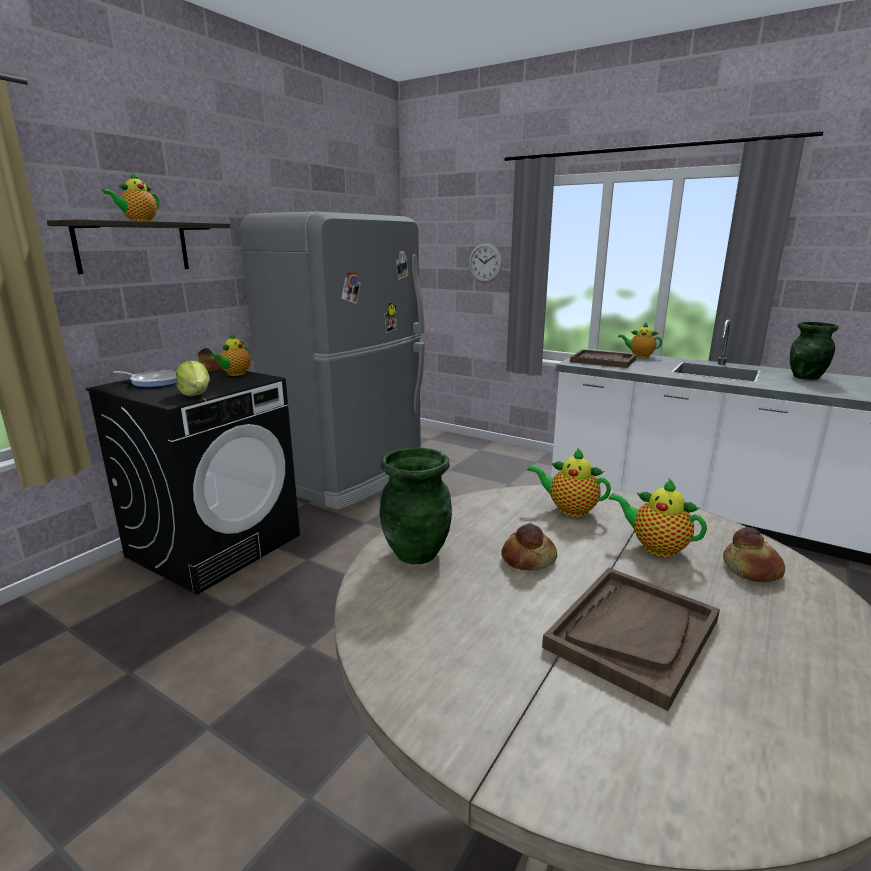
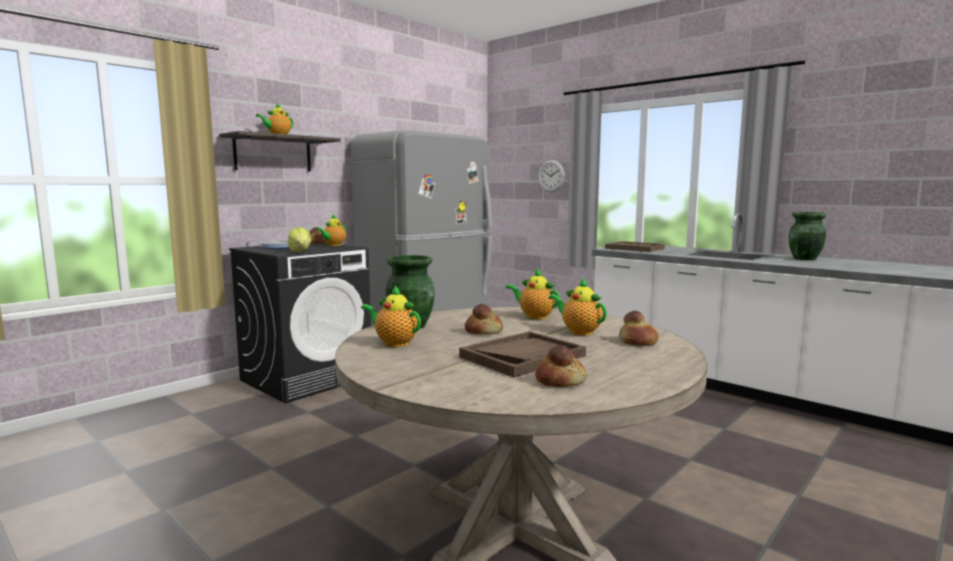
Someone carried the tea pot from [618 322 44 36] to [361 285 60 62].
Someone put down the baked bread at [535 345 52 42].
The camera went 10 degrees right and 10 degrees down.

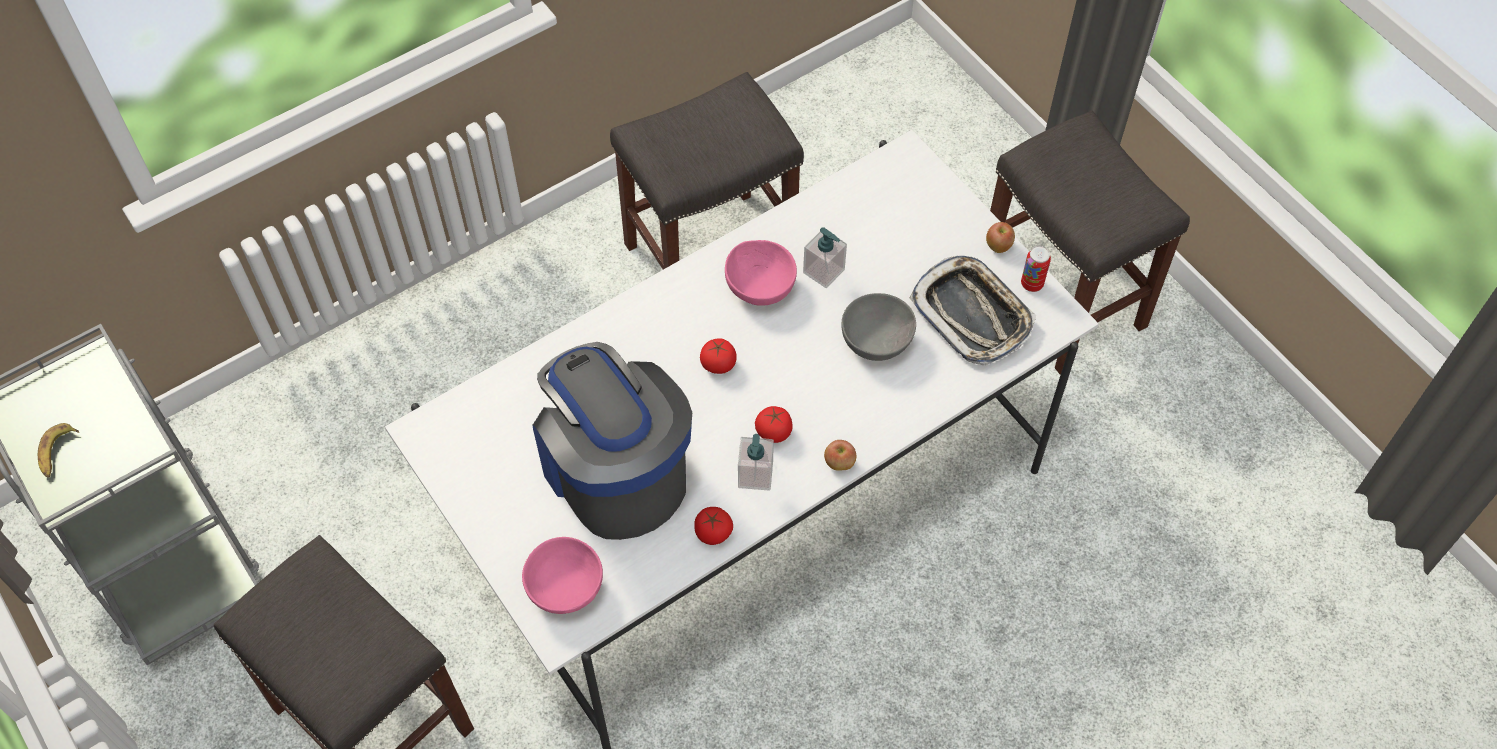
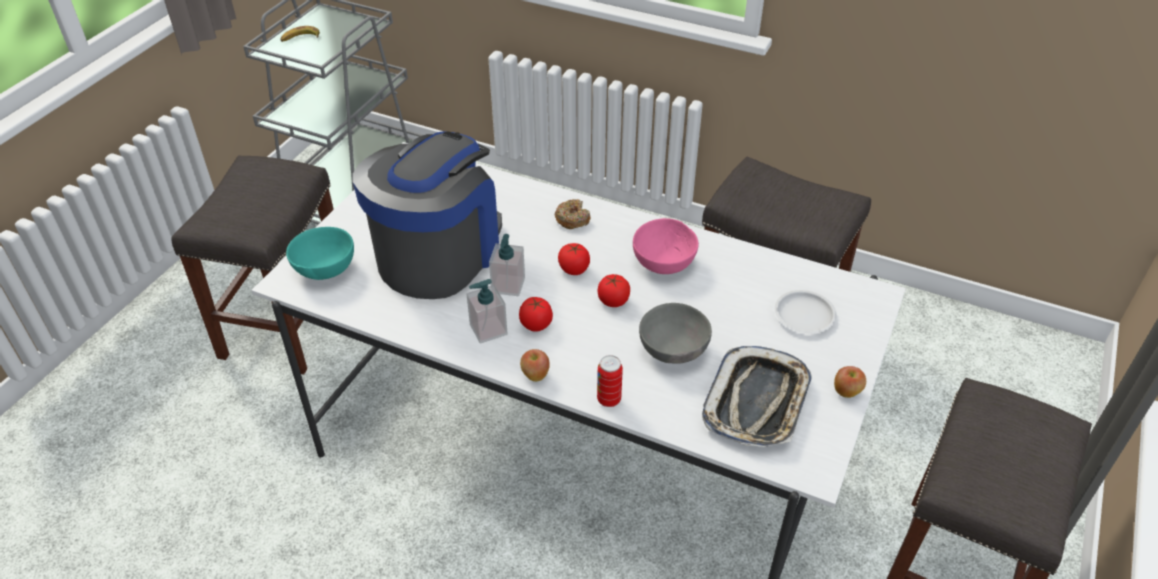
Someone repainted the pinkish serving bowl at [522 537 81 77], which became the blue-green serving bowl at [286 227 68 53].
Someone carried the soap bottle from [803 227 44 61] to [489 234 36 62].
Someone put down the ring doughnut at [555 199 35 30].
Someone carried the tomato from [694 507 39 38] to [597 274 33 33].
Someone carried the metal can from [1021 246 30 46] to [597 355 26 52].
Someone put down the whitish plate at [775 290 62 43].
The camera went 60 degrees right and 15 degrees down.

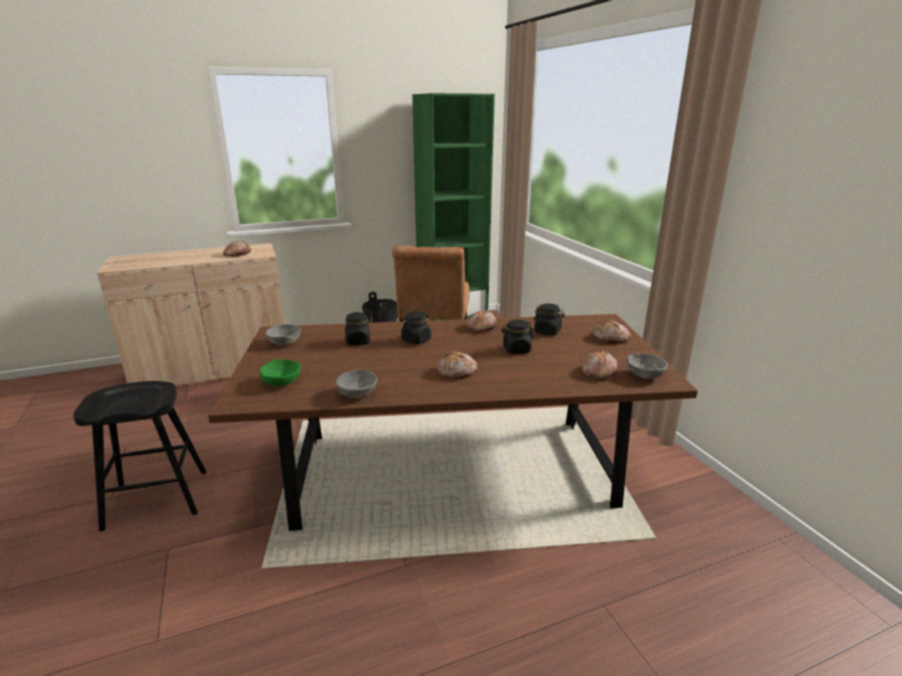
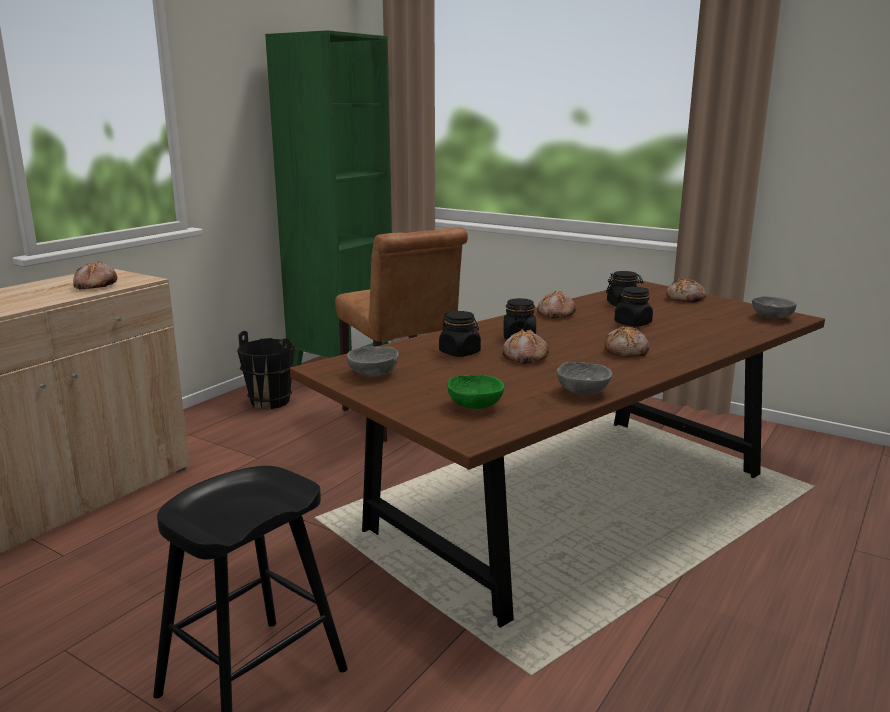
Someone carried the baked bread from [581 350 37 29] to [502 329 47 35].
The camera went 35 degrees left and 5 degrees down.

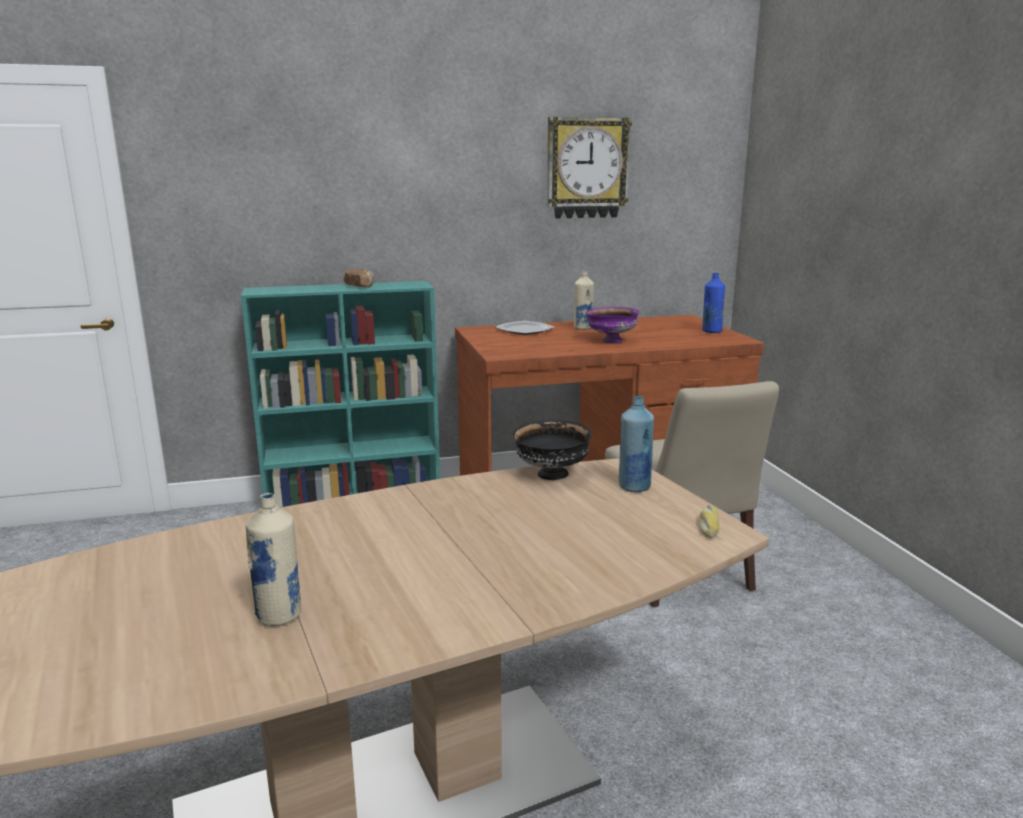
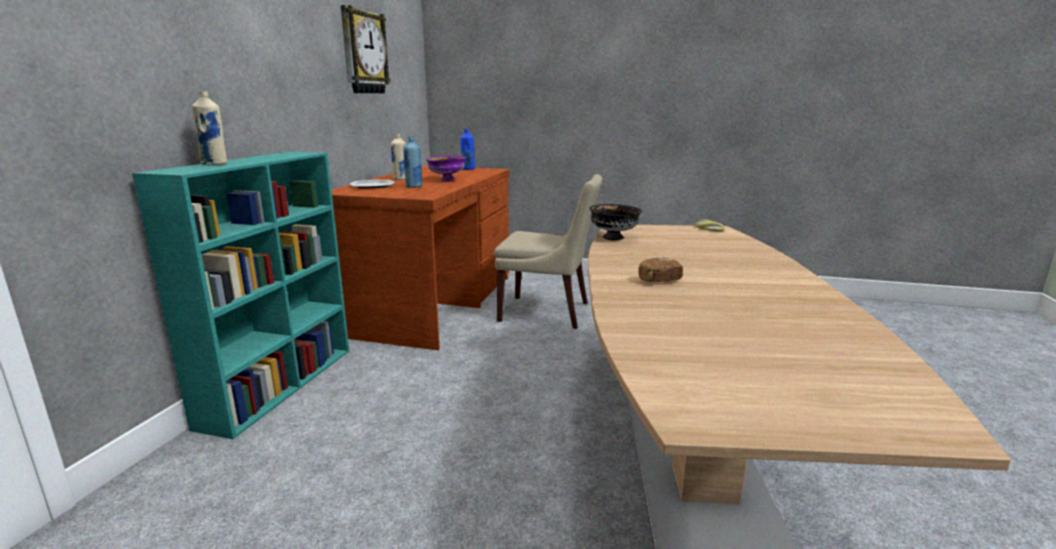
Someone carried the beige beverage bottle from [246 493 55 133] to [192 91 35 74].
Someone carried the blue-coloured beverage bottle from [619 396 35 96] to [403 136 19 52].
Someone carried the baked bread from [343 269 31 19] to [638 257 45 25].
The camera went 60 degrees left and 0 degrees up.

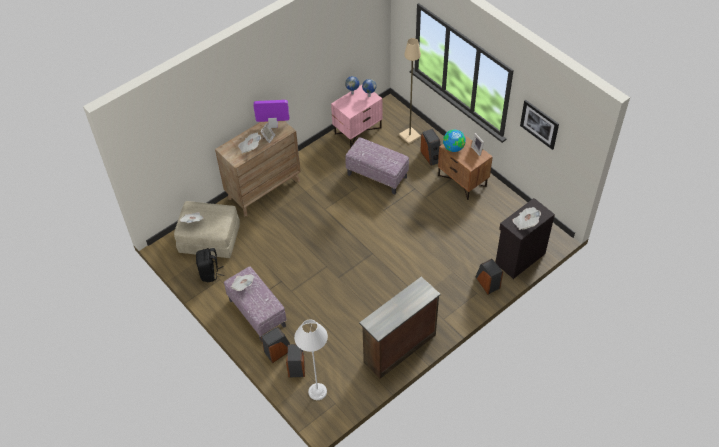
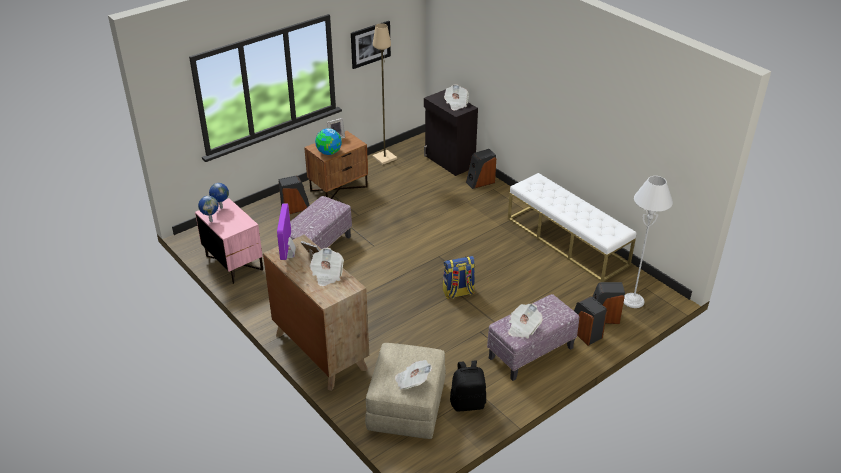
Someone carried the beige standing lamp from [399 38 22 106] to [372 23 25 142].
Someone put down the knapsack at [443 256 32 43].
Someone swapped the brownish drawer chest at [359 277 82 102] for the whitish indoor bench at [508 173 128 109].
The camera went 90 degrees left and 15 degrees down.

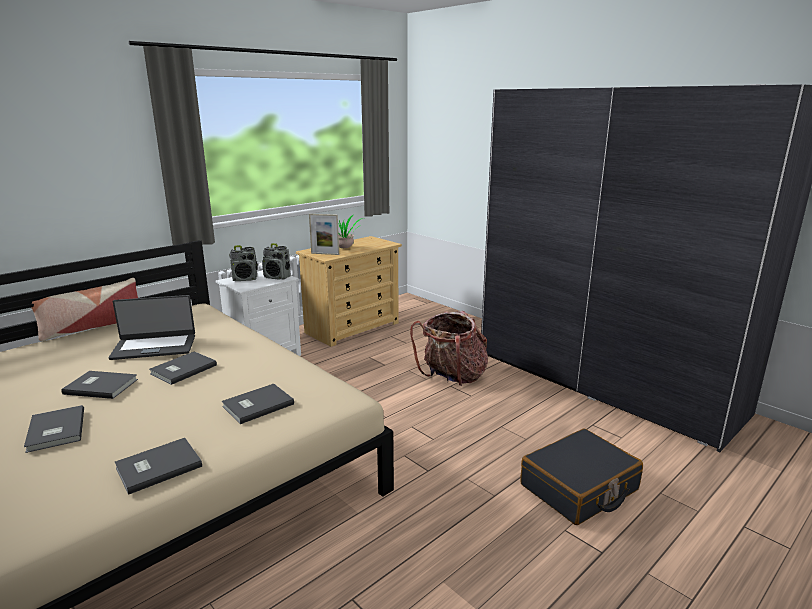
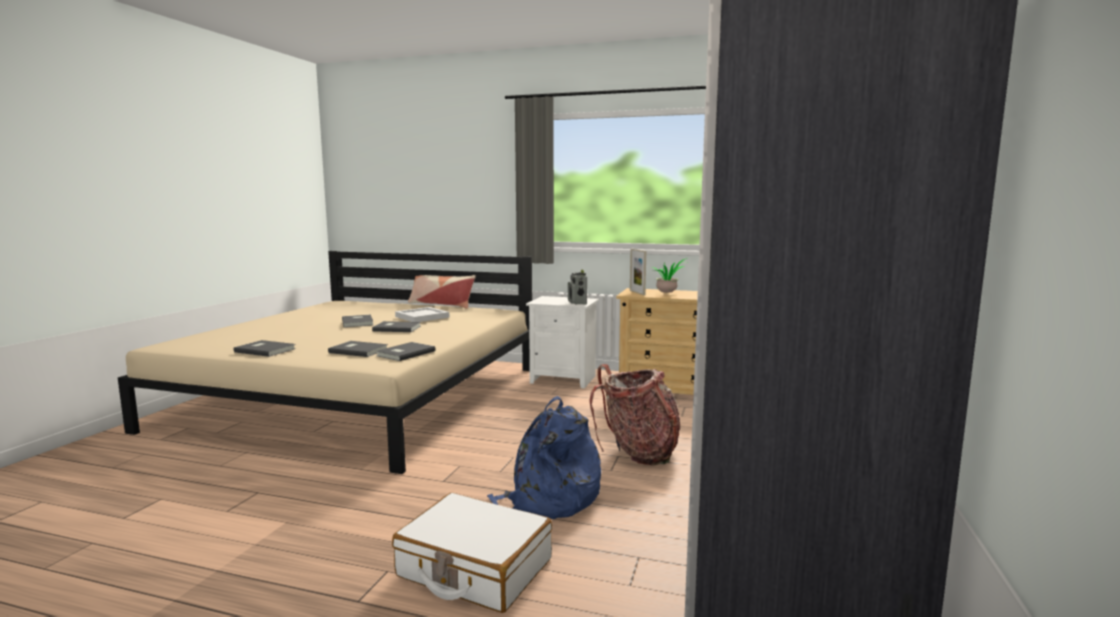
Someone carried the greyish book from [24 405 60 48] to [376 342 60 19].
Someone repainted the black piece of luggage at [520 428 123 97], which became the whitish piece of luggage at [392 493 160 120].
Someone swapped the portable computer at [108 295 87 65] for the whitish tray at [395 307 54 15].
Someone put down the blue-coloured knapsack at [487 396 114 123].
Someone took away the radio receiver at [229 245 29 36].
The camera went 60 degrees right and 10 degrees down.

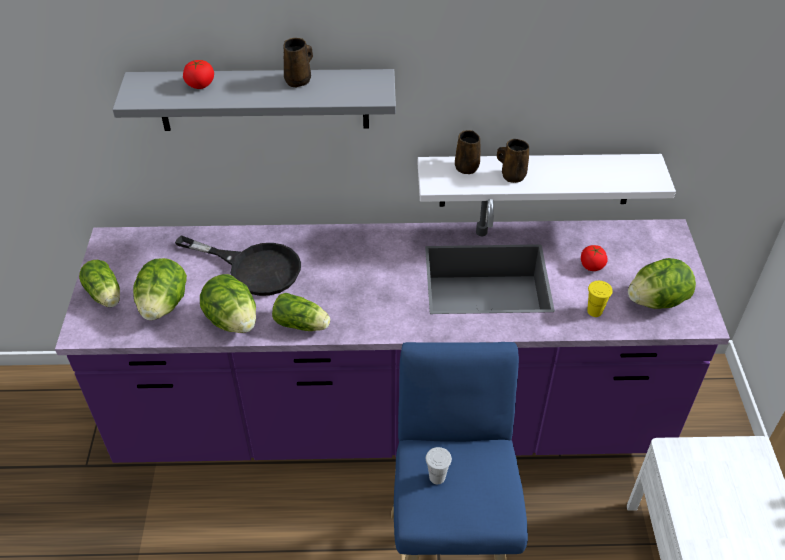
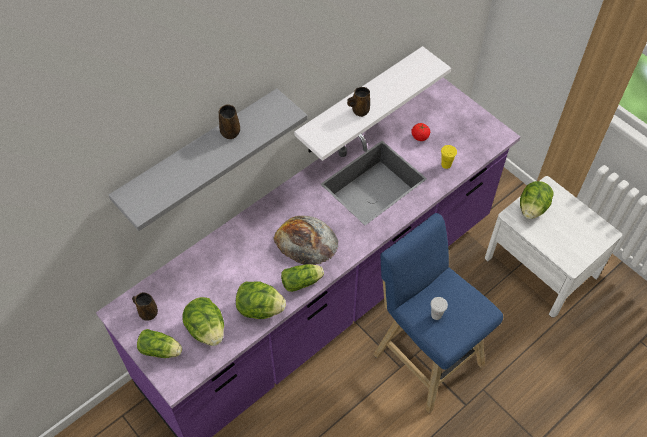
Someone carried the brownish tea mug from [455 130 26 44] to [132 292 26 29].
Someone put down the baked bread at [274 216 64 49].
Someone carried the lettuce from [628 258 68 51] to [520 181 34 38].
Someone took away the black pan at [175 235 126 61].
Someone took away the tomato at [183 60 31 29].
The camera went 40 degrees left and 10 degrees up.

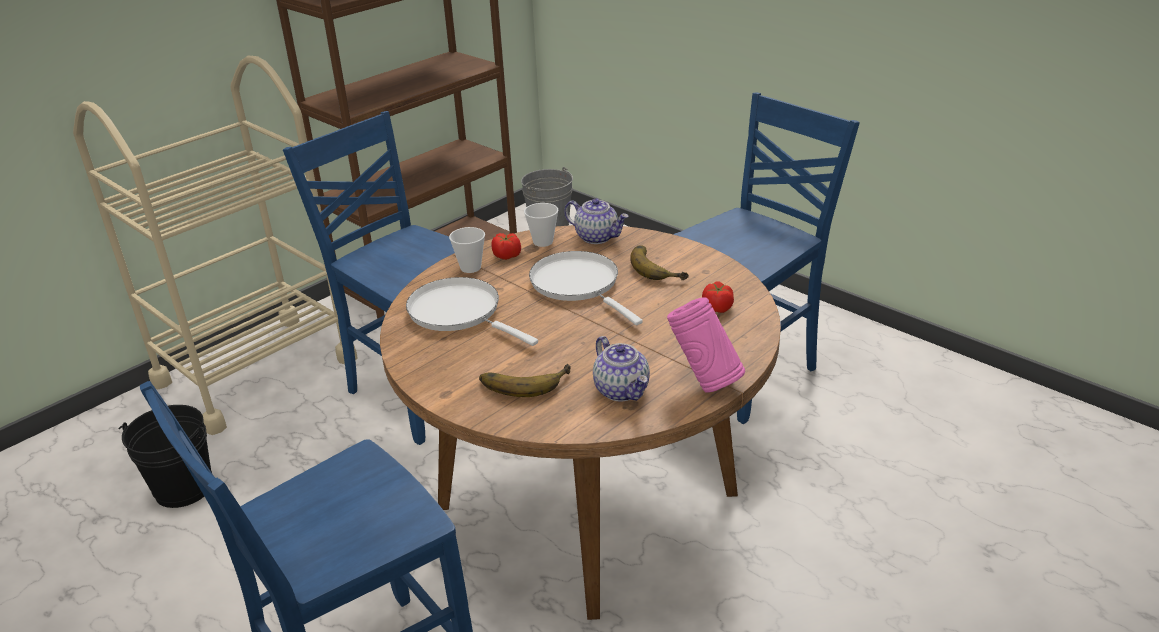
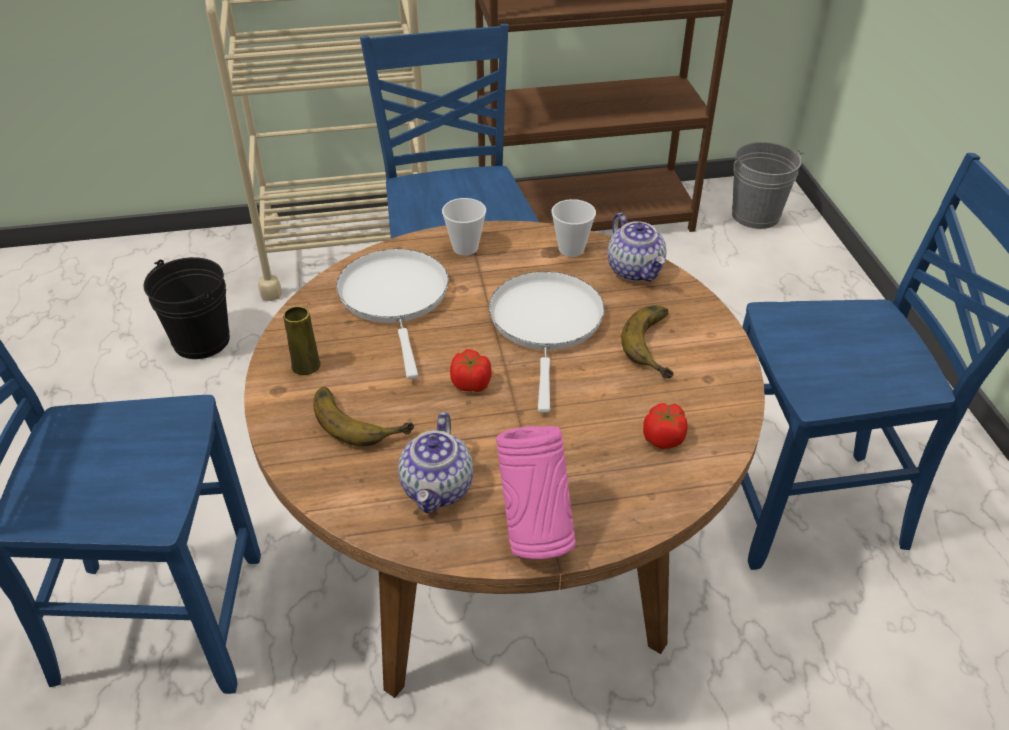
Someone put down the yellowish vase at [283 306 38 69].
Someone carried the tomato from [491 233 30 27] to [450 349 42 43].
The camera went 35 degrees right and 10 degrees up.

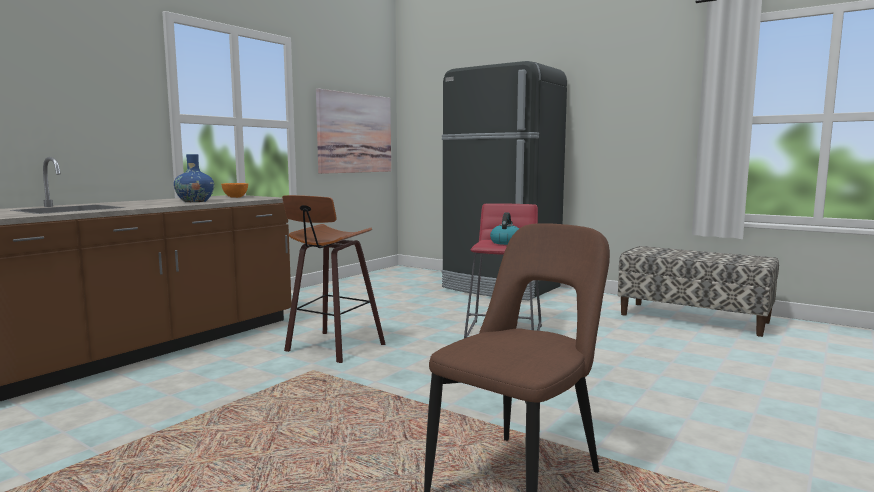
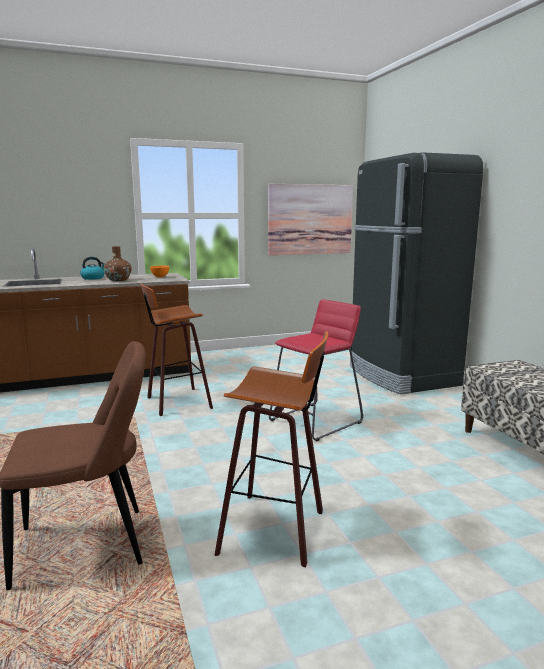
Someone carried the water kettle from [490 212 29 33] to [80 257 25 23].
Someone repainted the blue-coloured vase at [174 154 40 48], which became the brownish vase at [104 246 27 35].
Someone put down the stool at [214 331 114 236].
The camera went 35 degrees right and 5 degrees up.

